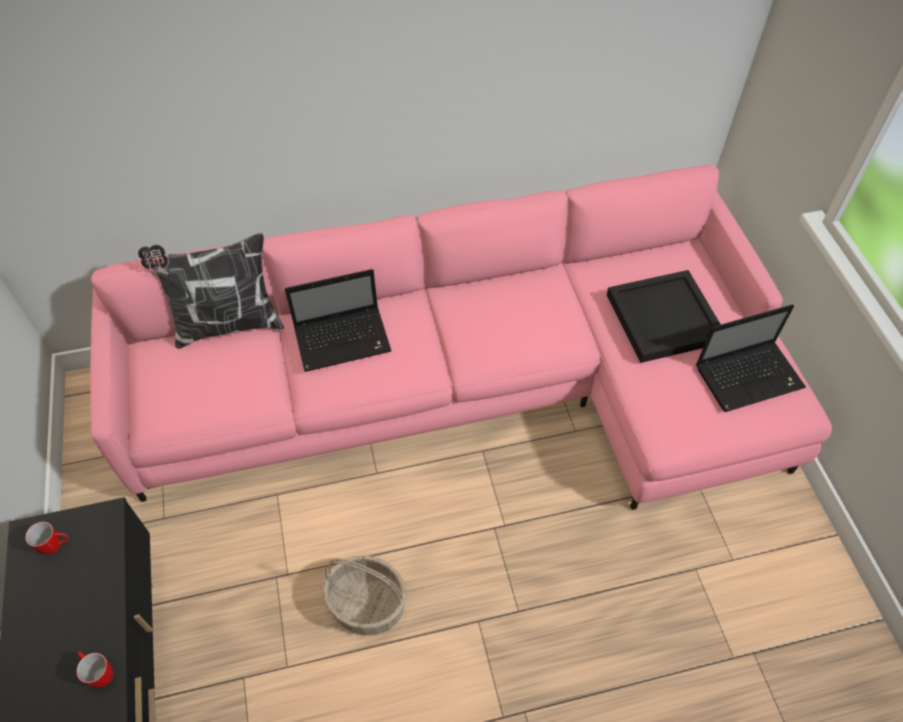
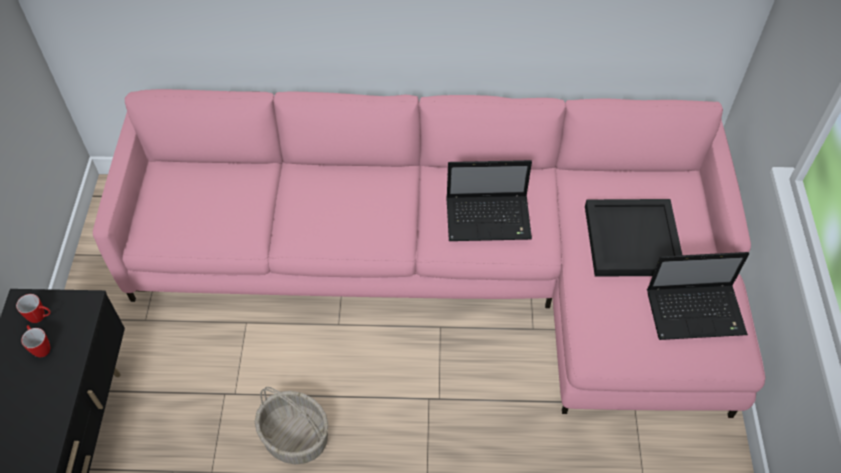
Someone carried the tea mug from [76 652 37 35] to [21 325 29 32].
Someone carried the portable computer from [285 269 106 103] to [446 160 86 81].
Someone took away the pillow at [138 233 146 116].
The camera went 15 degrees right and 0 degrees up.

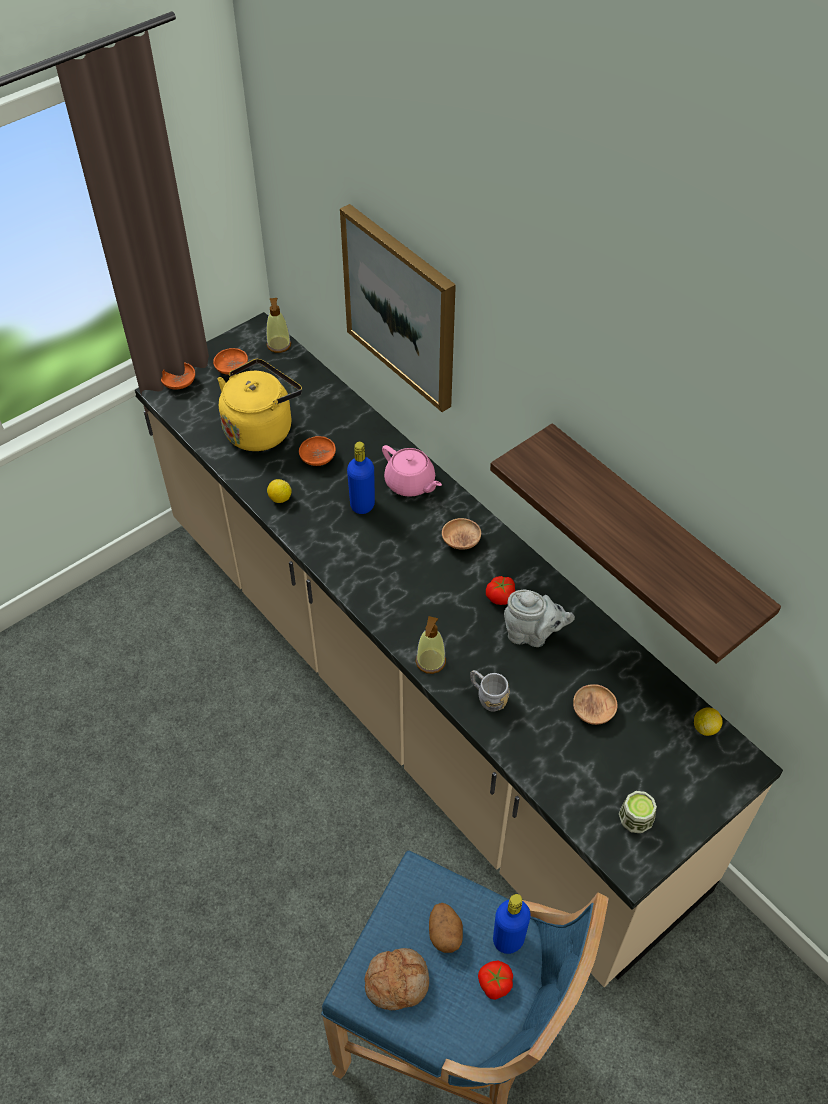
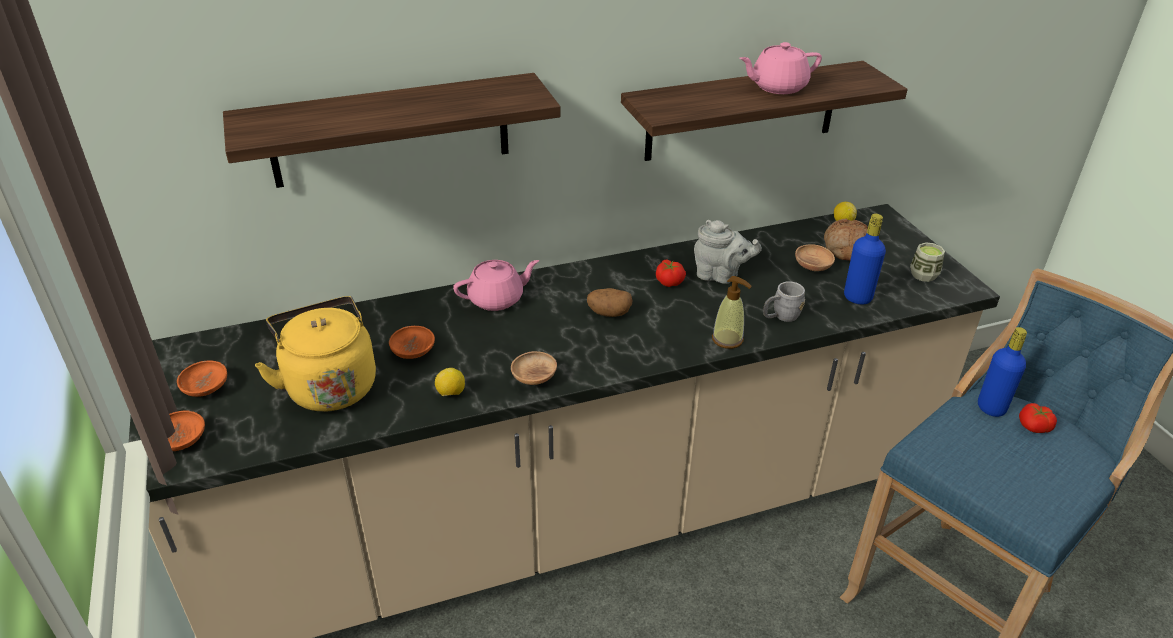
Someone swapped the wall picture at [340 204 116 208] for the bracket shelf at [223 73 338 115].
Someone carried the brownish serving bowl from [442 518 39 31] to [511 351 46 34].
Someone carried the whole potato from [429 903 34 50] to [587 288 46 29].
Someone rotated the greyish tea pot at [504 590 71 57] by 75 degrees clockwise.
Someone put down the pinkish tea pot at [739 42 83 52].
Someone carried the baked bread from [364 948 65 62] to [824 219 44 42].
Someone carried the blue-coloured beverage bottle from [347 441 28 73] to [844 213 42 91].
Someone took away the soap bottle at [266 298 25 55].
The camera went 70 degrees left and 15 degrees down.

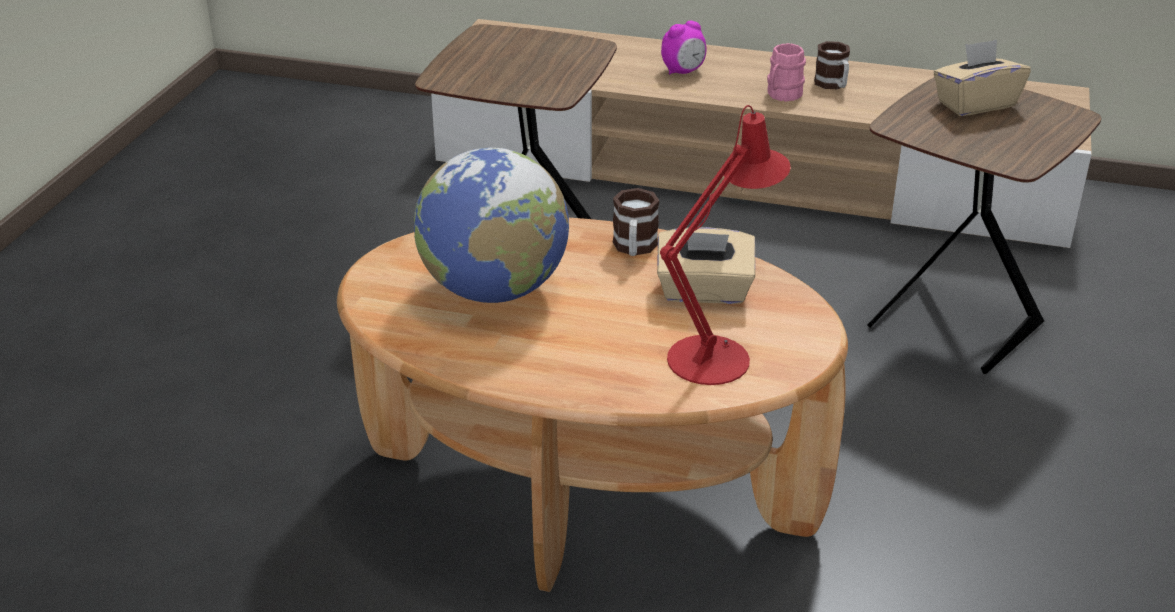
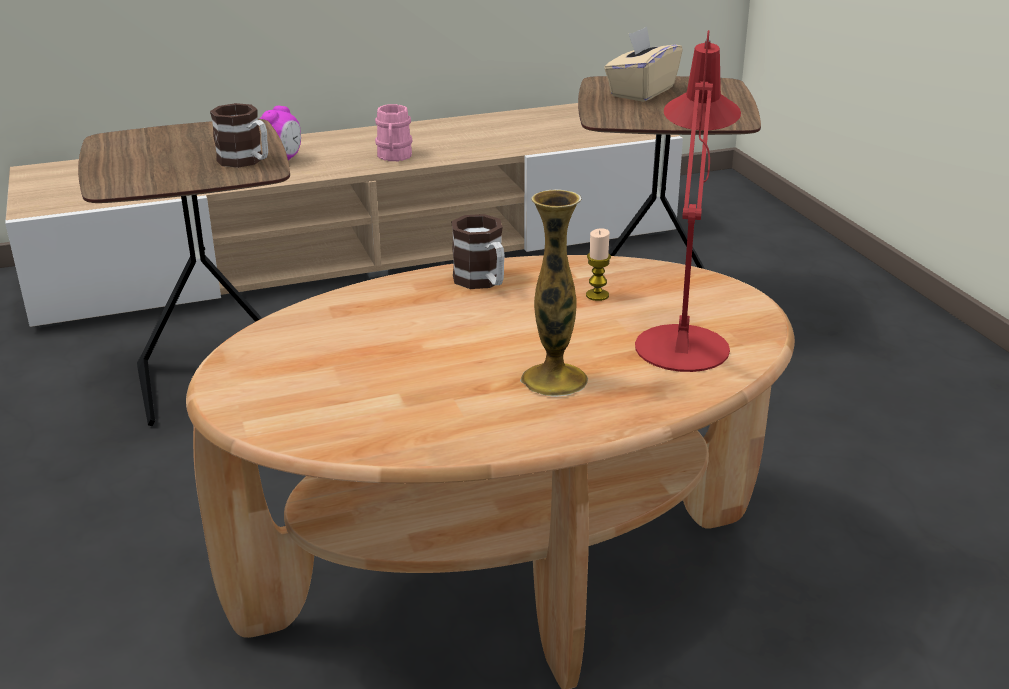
Someone carried the tea mug from [814 41 36 48] to [210 103 58 65].
Someone put down the vase at [520 189 68 208].
Someone swapped the beige tissue box at [657 227 98 77] for the candle at [586 228 25 73].
Someone took away the world globe at [414 148 155 155].
The camera went 35 degrees left and 5 degrees down.

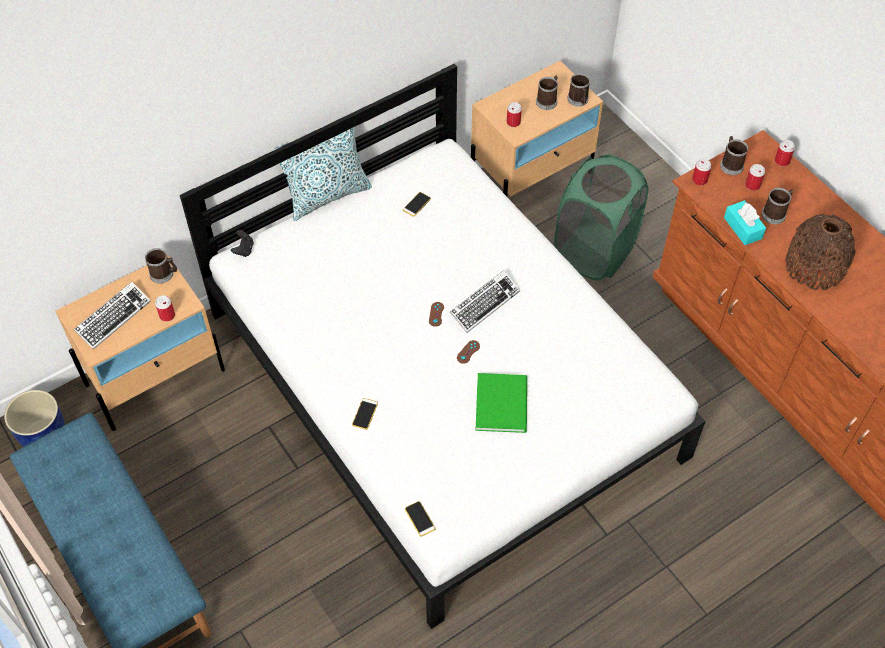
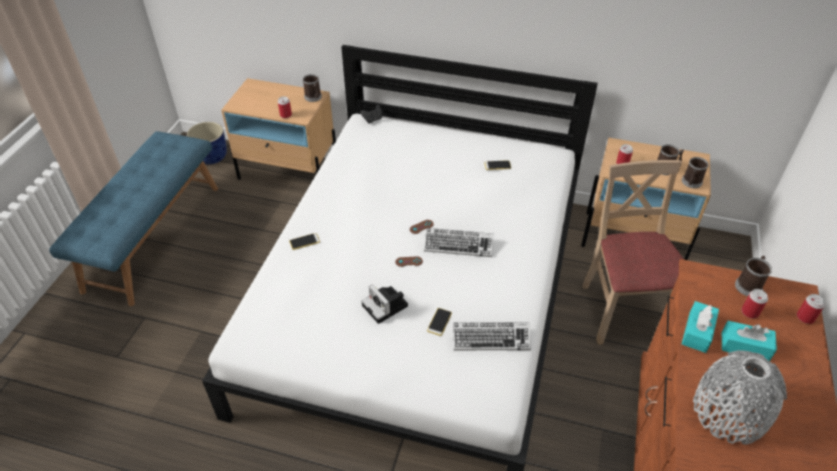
Someone swapped the green-coloured book at [476 373 51 60] for the still camera at [362 284 46 40].
Someone carried the phone from [405 501 31 35] to [427 308 25 28].
Someone carried the computer keyboard from [74 282 77 68] to [453 322 78 28].
Someone swapped the green-coloured washing basket at [554 154 94 127] for the beige chair at [582 160 102 185].
Someone repainted the brownish vase at [785 214 71 76], which became the greyish vase at [693 350 94 94].
Someone swapped the tea mug at [761 188 32 36] for the blue-green tissue box at [722 321 55 40].
Someone took away the pillow at [274 127 98 94].
Someone took away the metal can at [692 159 19 26].
The camera went 50 degrees right and 10 degrees down.

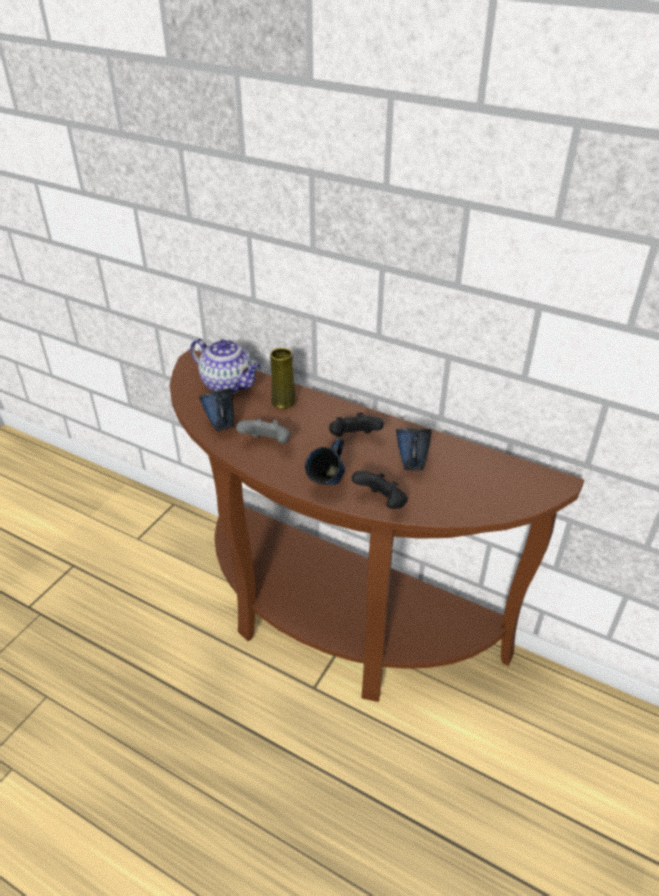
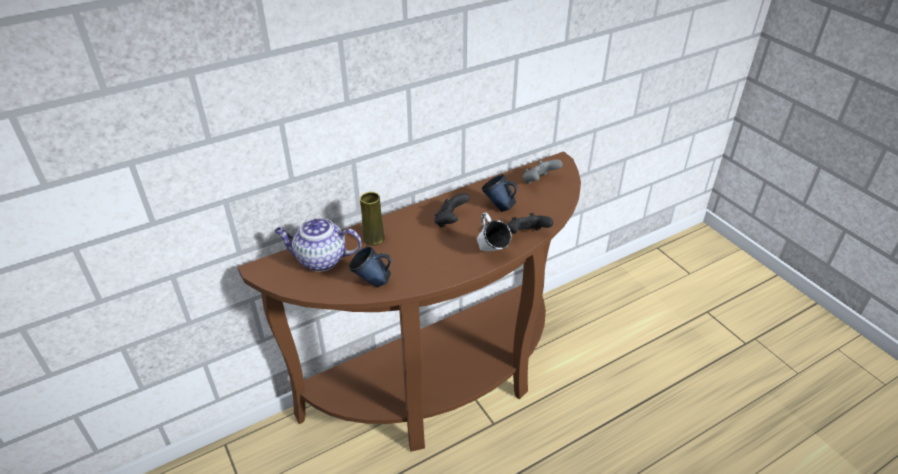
Someone rotated the tea pot at [190 339 71 55] by 150 degrees counterclockwise.
Someone repainted the blue-coloured tea mug at [305 438 40 47], which became the whitish tea mug at [477 213 34 38].
Someone carried the greyish game controller from [236 418 55 26] to [523 160 40 24].
The camera went 60 degrees left and 0 degrees up.

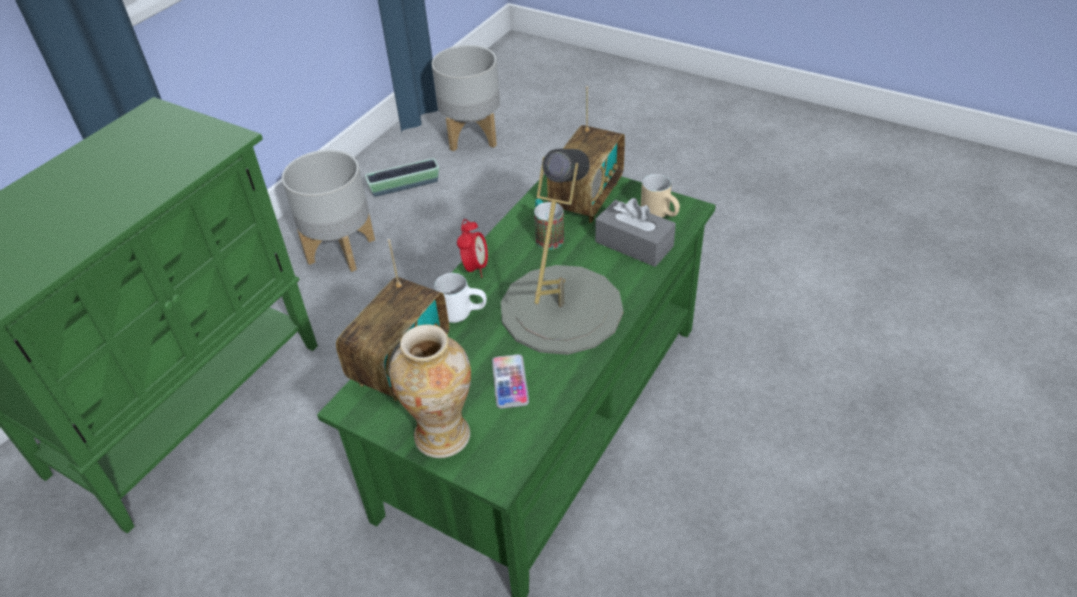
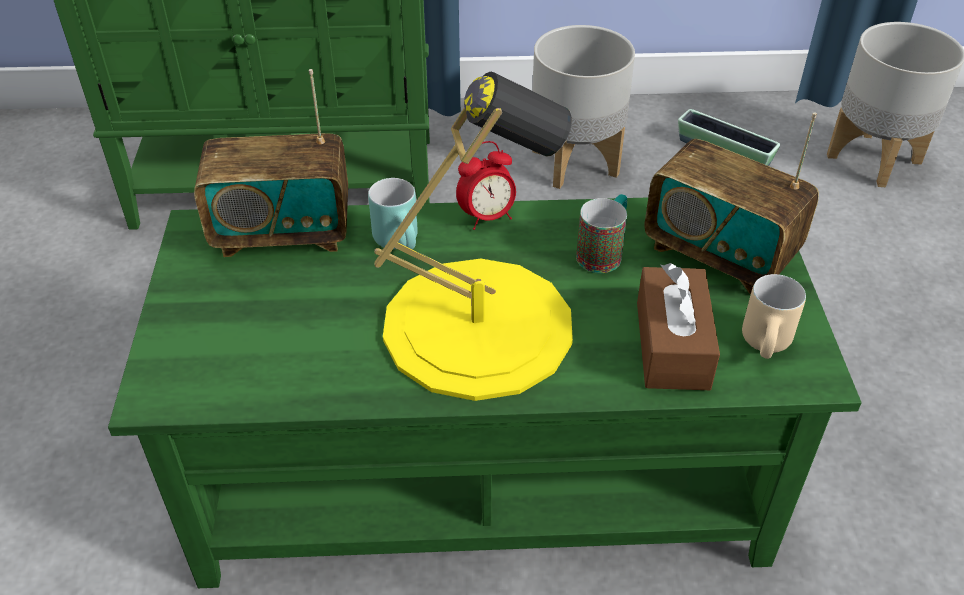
Someone repainted the whitish tea mug at [434 273 53 50], which became the blue-green tea mug at [368 178 50 71].
Someone repainted the greyish lamp for a table at [501 149 122 206], which became the yellowish lamp for a table at [374 72 199 329].
Someone repainted the greyish tissue box at [595 198 81 69], which became the brownish tissue box at [637 263 83 127].
Someone rotated the radio receiver at [547 86 78 137] by 45 degrees clockwise.
Someone took away the vase at [389 324 82 134].
Someone took away the phone at [492 354 37 55].
The camera went 55 degrees right and 0 degrees up.

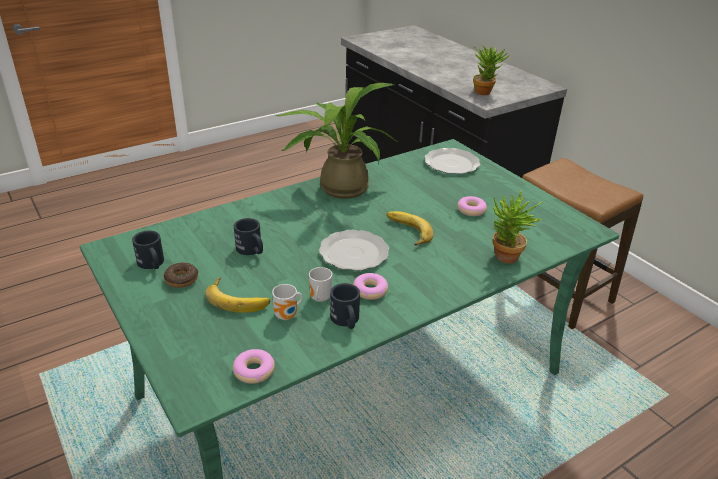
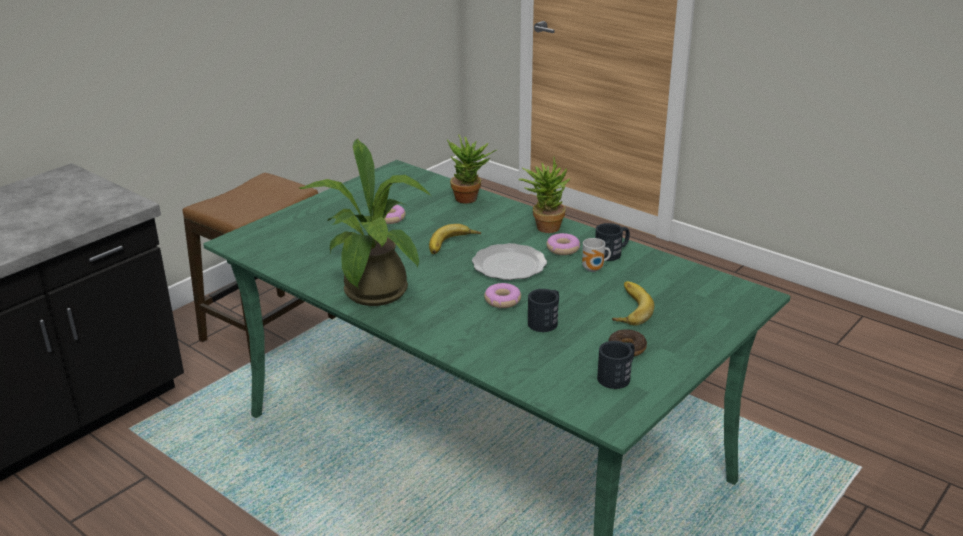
Someone carried the ring doughnut from [233 349 42 35] to [484 283 37 25].
Someone carried the potted plant from [473 45 36 50] to [518 157 52 76].
Someone took away the tea mug at [272 284 31 36].
Someone took away the plate at [424 148 56 26].
The camera went 105 degrees left and 5 degrees down.

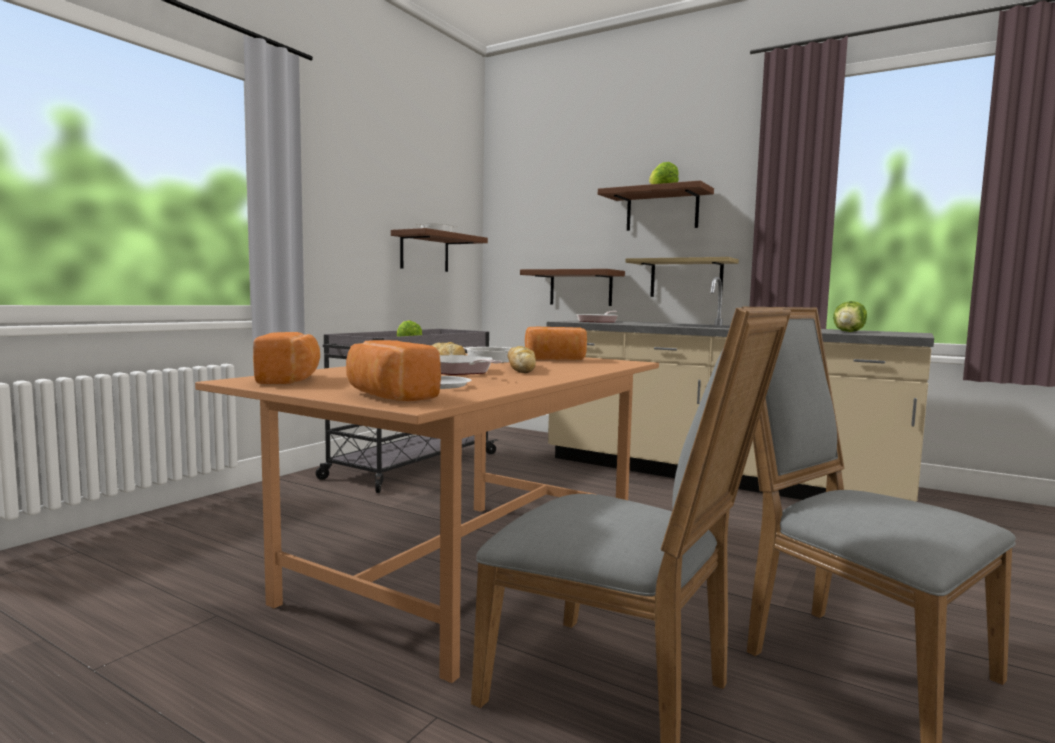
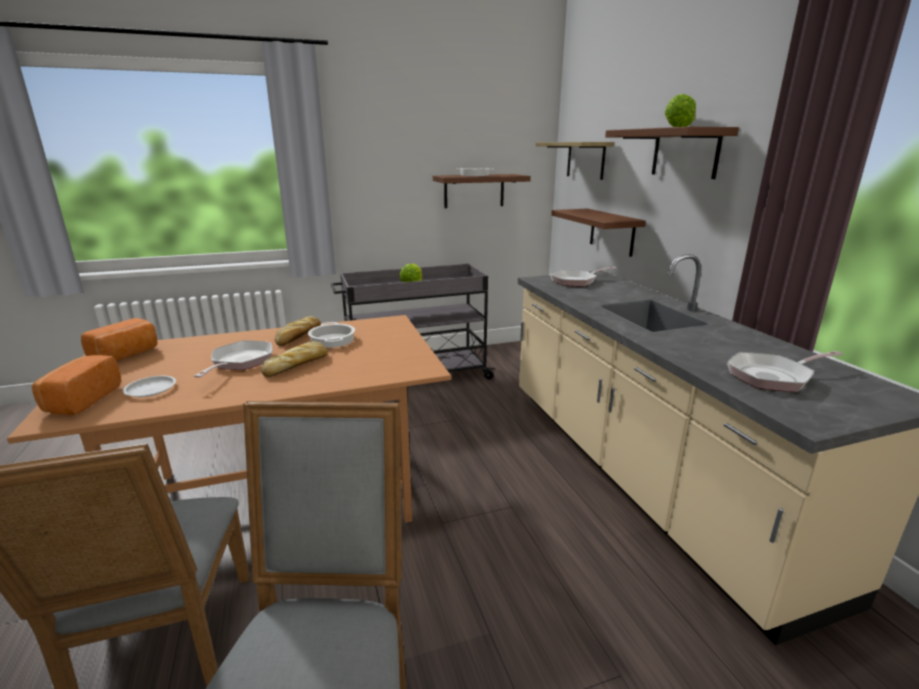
Someone carried the bracket shelf from [625 257 114 40] to [536 142 78 38].
Someone swapped the lettuce at [833 301 34 31] for the pan at [727 351 116 41].
Someone took away the baked bread at [525 327 62 33].
The camera went 40 degrees right and 15 degrees up.

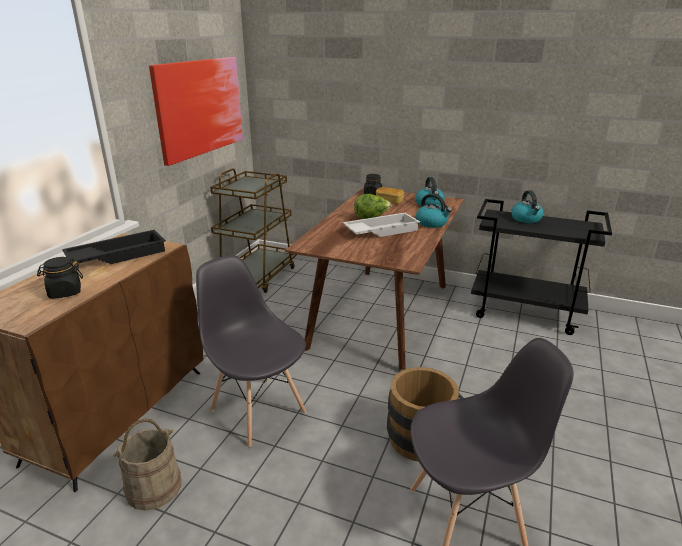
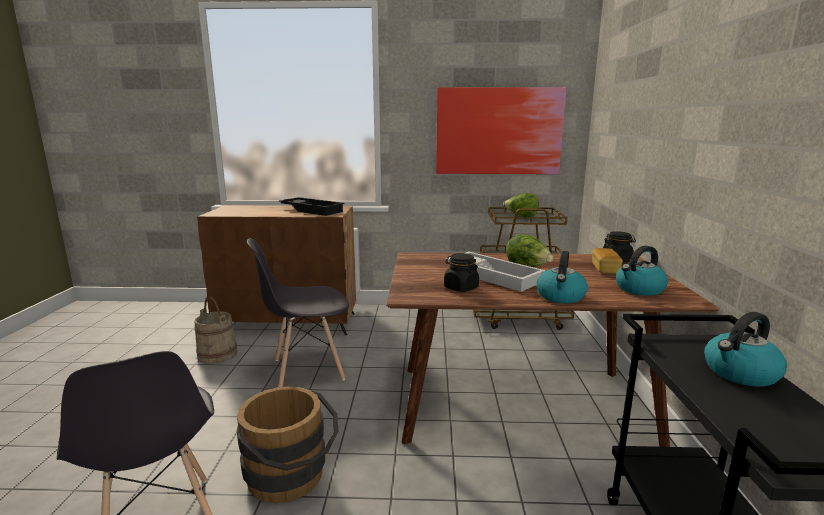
Someone rotated the greyish chair at [196 255 110 192] by 135 degrees counterclockwise.
Someone carried the black jar from [37 257 46 42] to [444 253 35 39].
Someone put down the lettuce at [503 193 36 24].
The camera went 70 degrees right and 10 degrees down.

